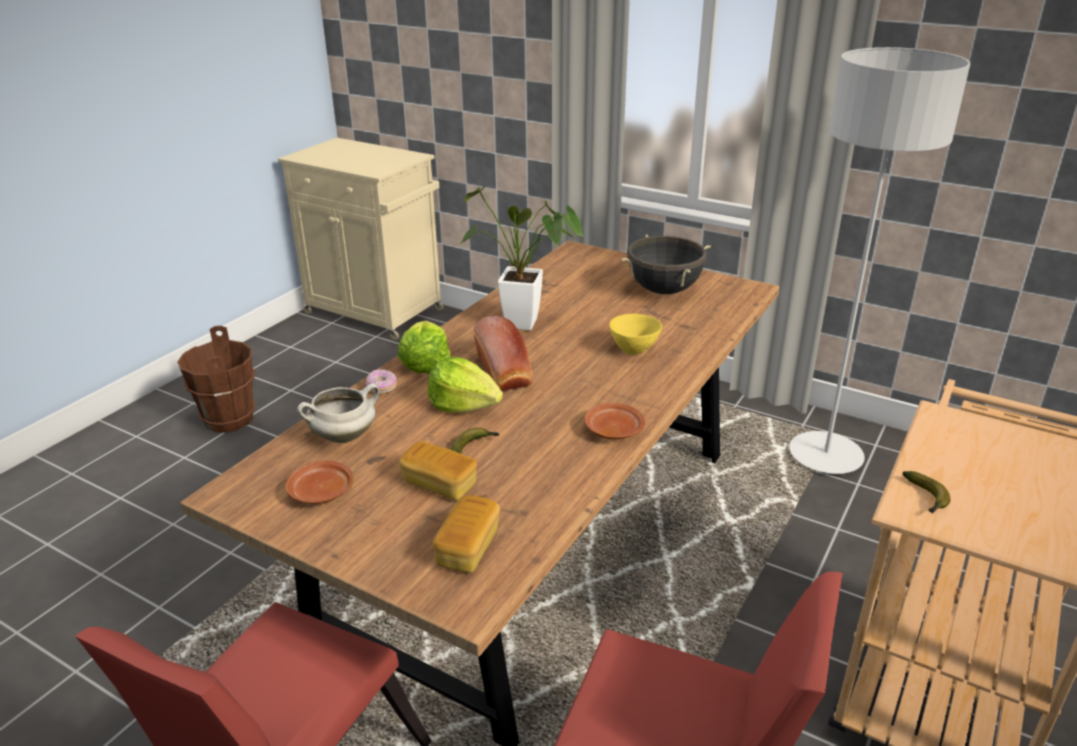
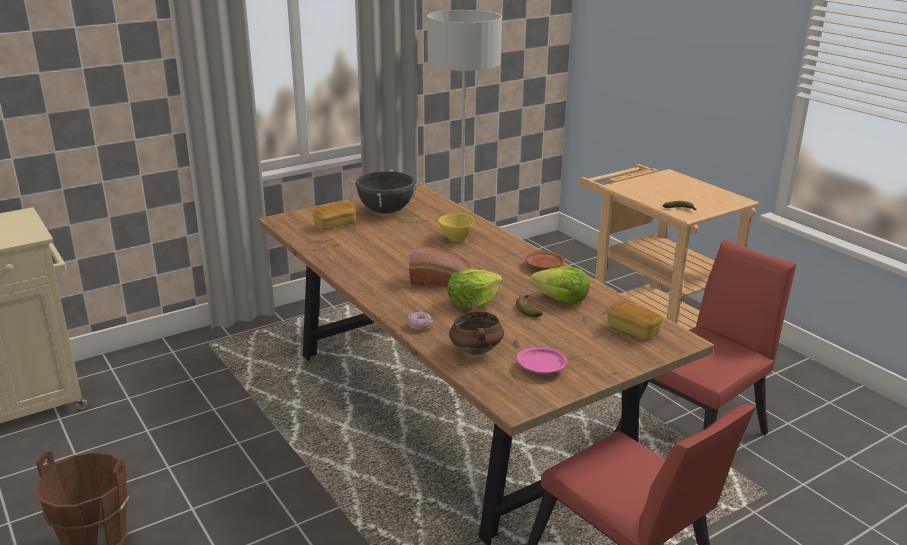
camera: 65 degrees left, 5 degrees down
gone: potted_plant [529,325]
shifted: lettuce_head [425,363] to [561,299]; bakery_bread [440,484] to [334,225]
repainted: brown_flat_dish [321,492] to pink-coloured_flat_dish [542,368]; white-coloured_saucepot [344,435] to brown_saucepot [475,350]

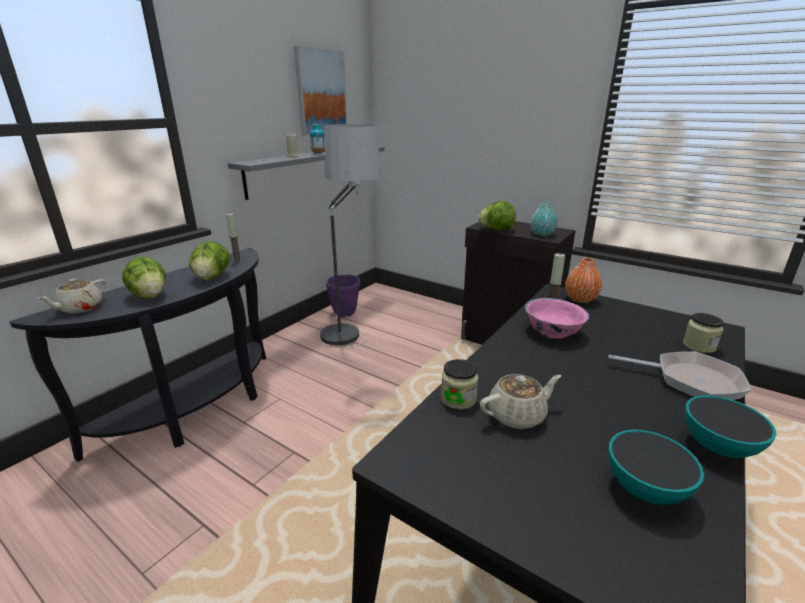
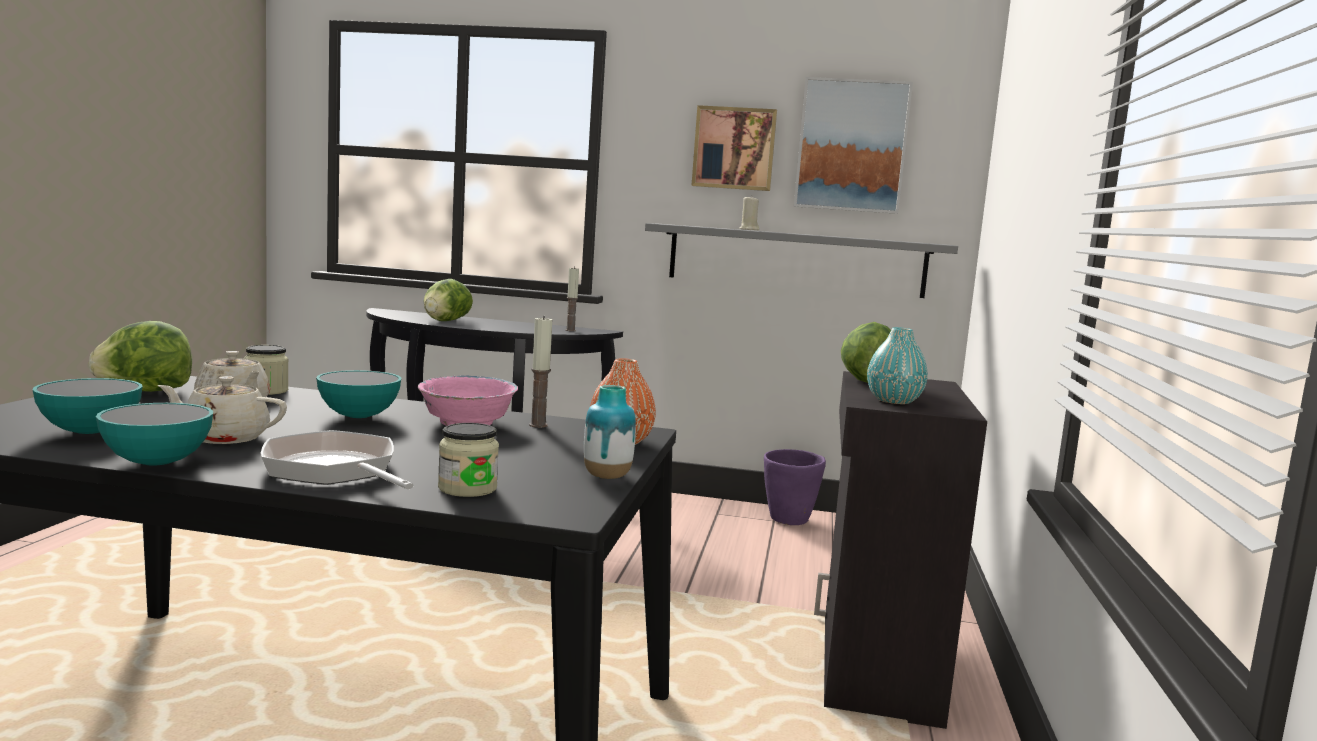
camera: 65 degrees right, 15 degrees down
gone: floor_lamp [351,351]
new: deep_dish [358,417]; wall_art [734,148]
shifted: beige-coloured_tea_pot [80,308] to [224,438]; lettuce_head [212,277] to [145,391]; decorative_vase [318,153] to [607,477]
rotated: pan [690,380] = [334,470] 135 degrees clockwise

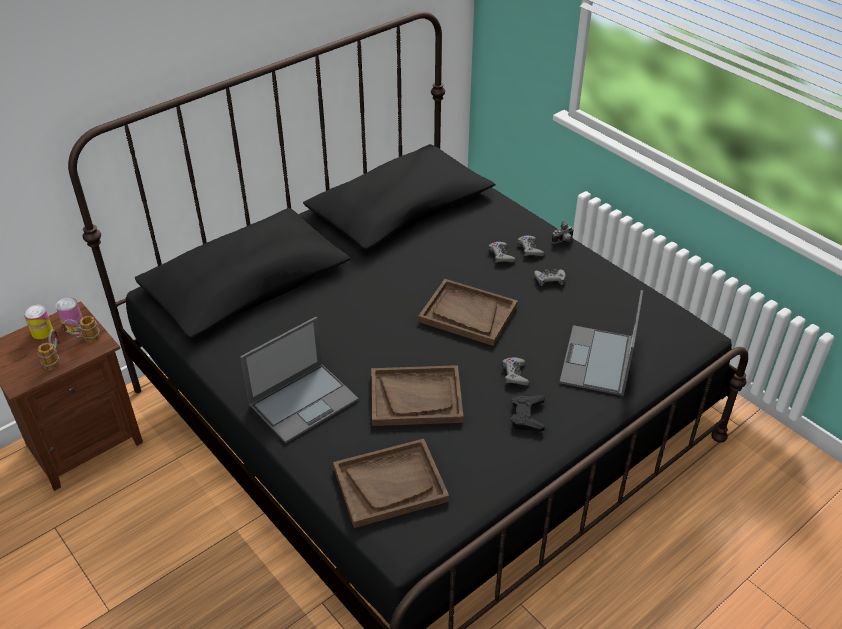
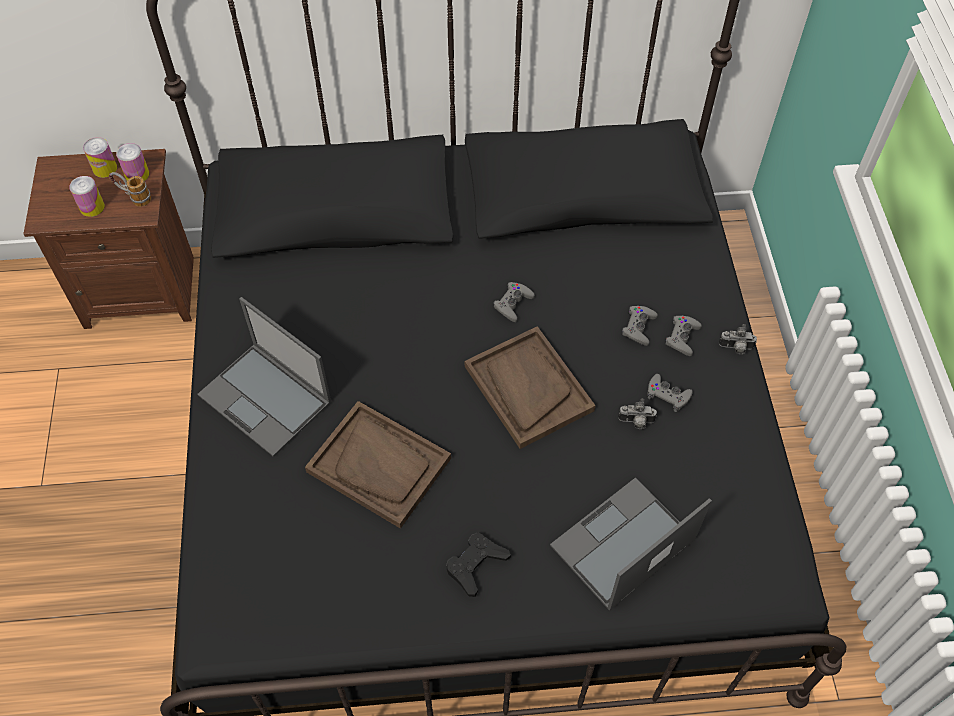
camera: 35 degrees right, 15 degrees up
gone: brown_carrying_tray [390,484]
new: still_camera [636,422]
shifted: greyish_joypad [514,374] to [513,304]
swapped: tea_mug [54,358] to can [92,207]
rotated: laptop [304,401] = [266,399] 45 degrees clockwise

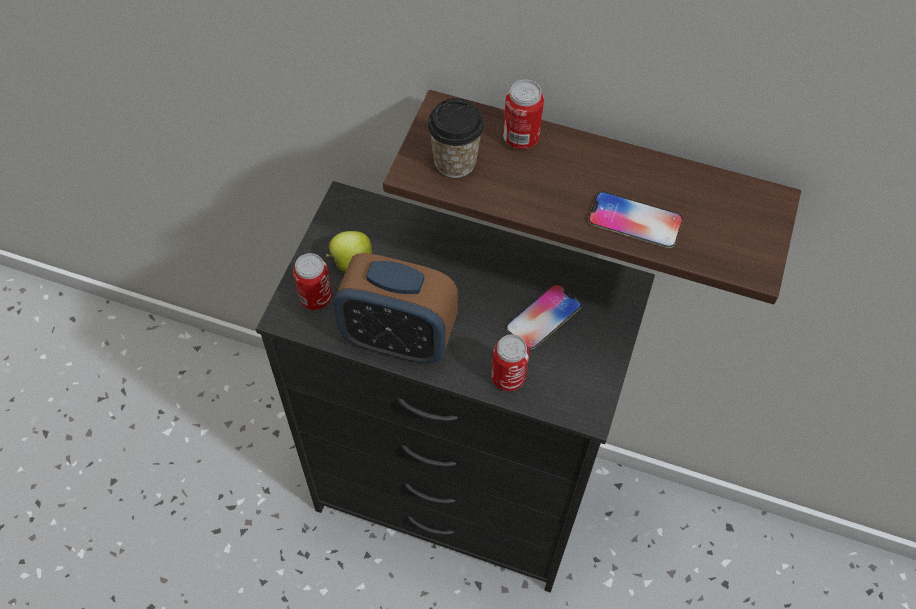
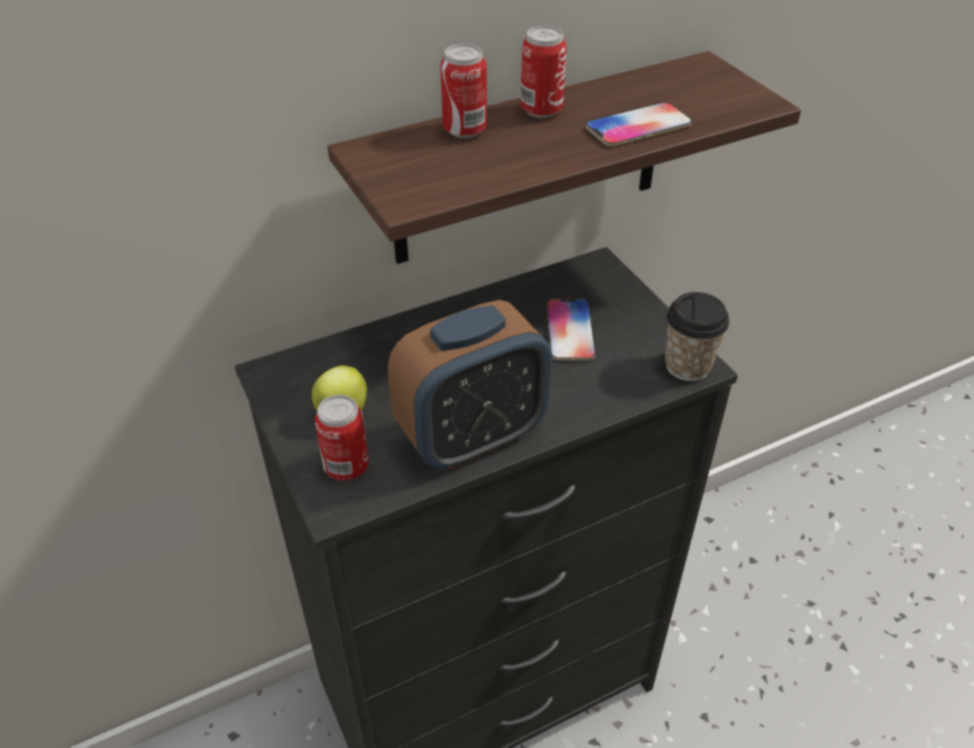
camera: 45 degrees left, 15 degrees down
shifted: cup [455,162] to [687,366]; can [508,377] to [541,110]

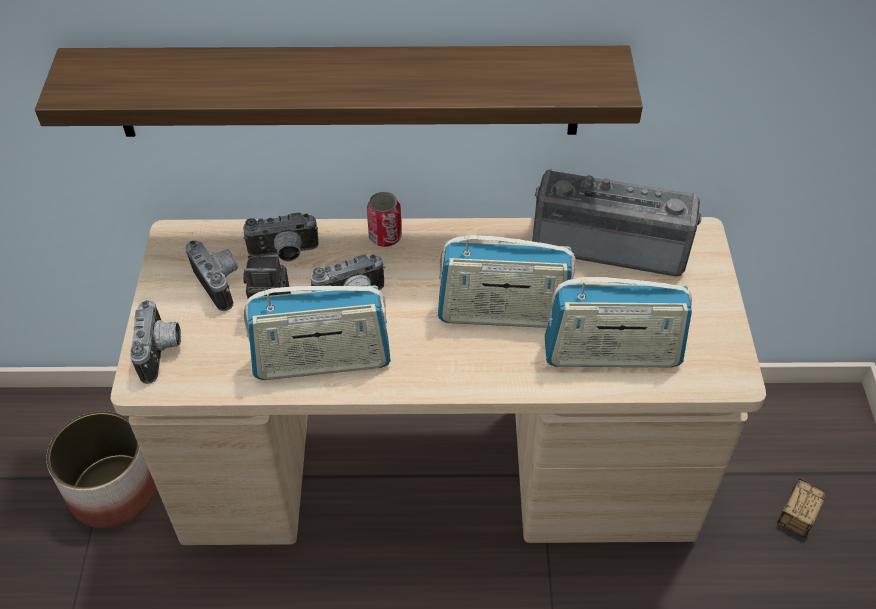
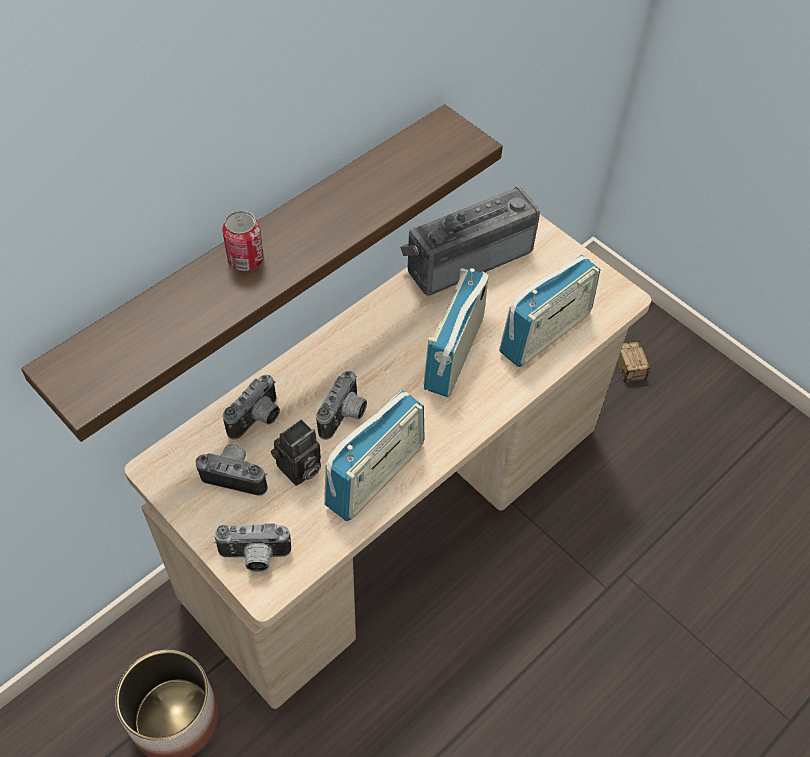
camera: 45 degrees left, 5 degrees up
shifted: can [385,237] to [245,259]
rotated: still_camera [162,352] = [254,558] 135 degrees clockwise; radio_receiver [503,314] = [454,354] 150 degrees clockwise

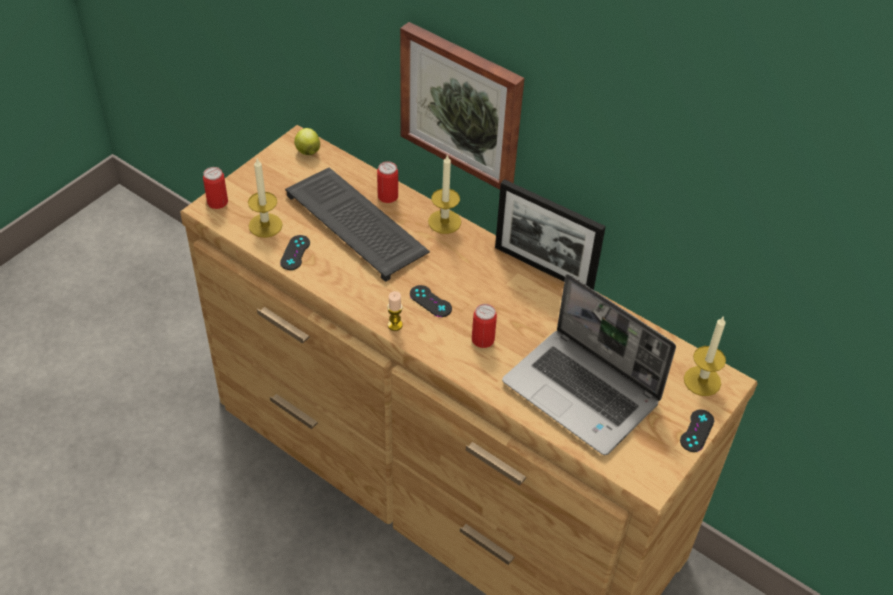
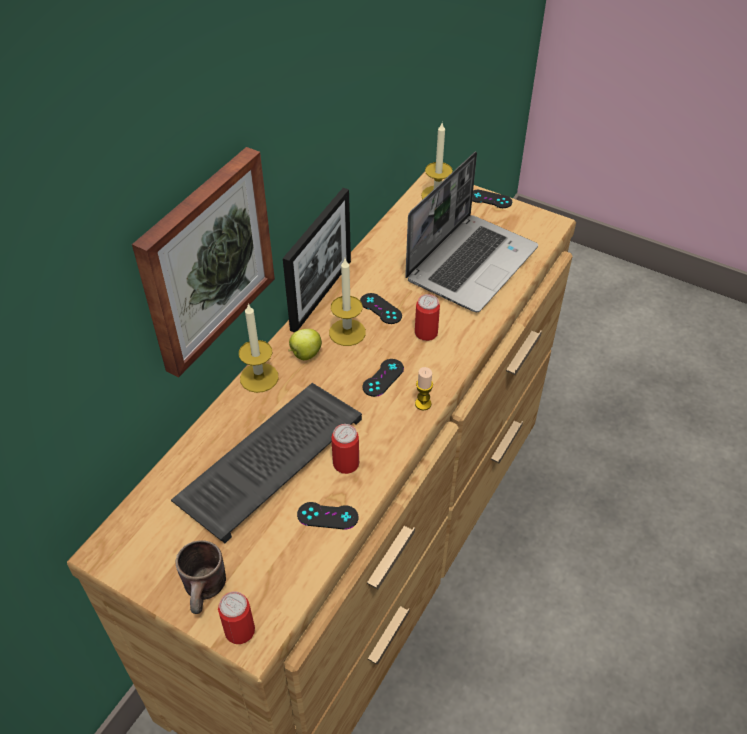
camera: 95 degrees left, 0 degrees up
new: brown_tea_mug [208,590]; black-coloured_joypad [380,309]
shifted: wax_light [265,225] to [347,332]; apple [307,151] to [305,354]; can [388,196] to [346,463]

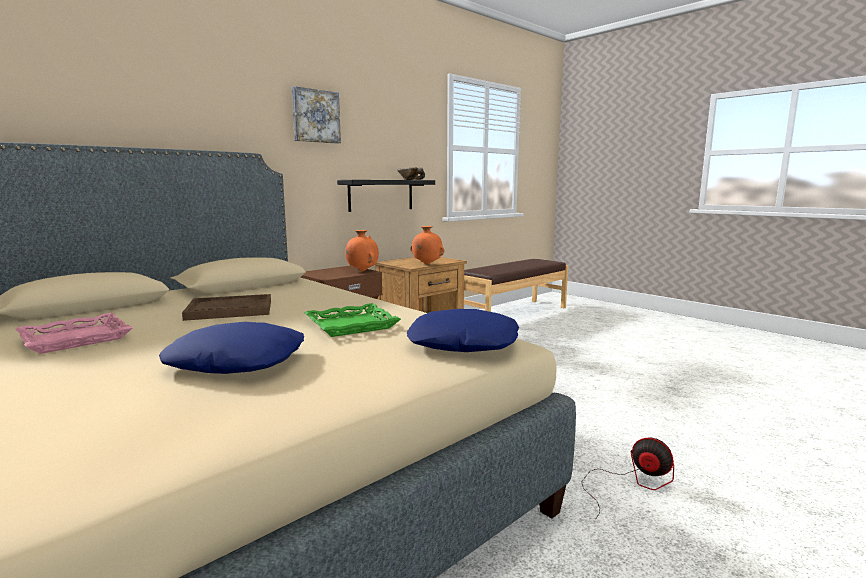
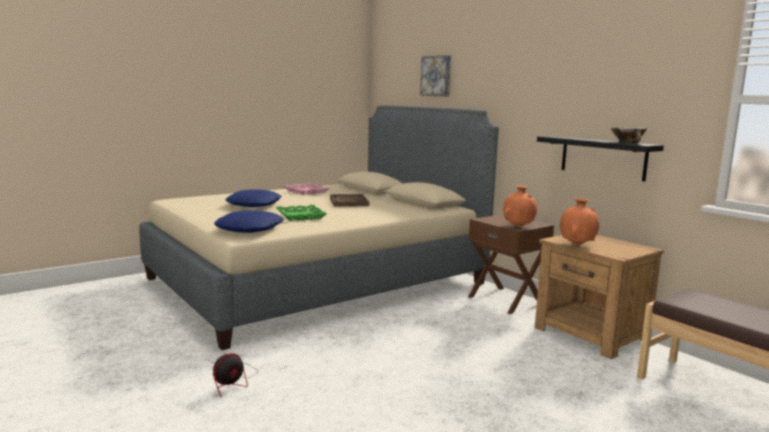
camera: 95 degrees right, 0 degrees up
shifted: wall_art [315,116] to [436,76]

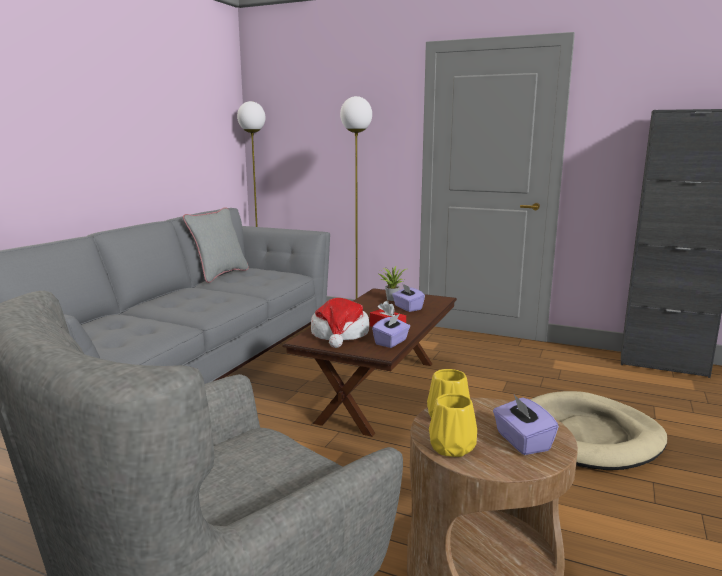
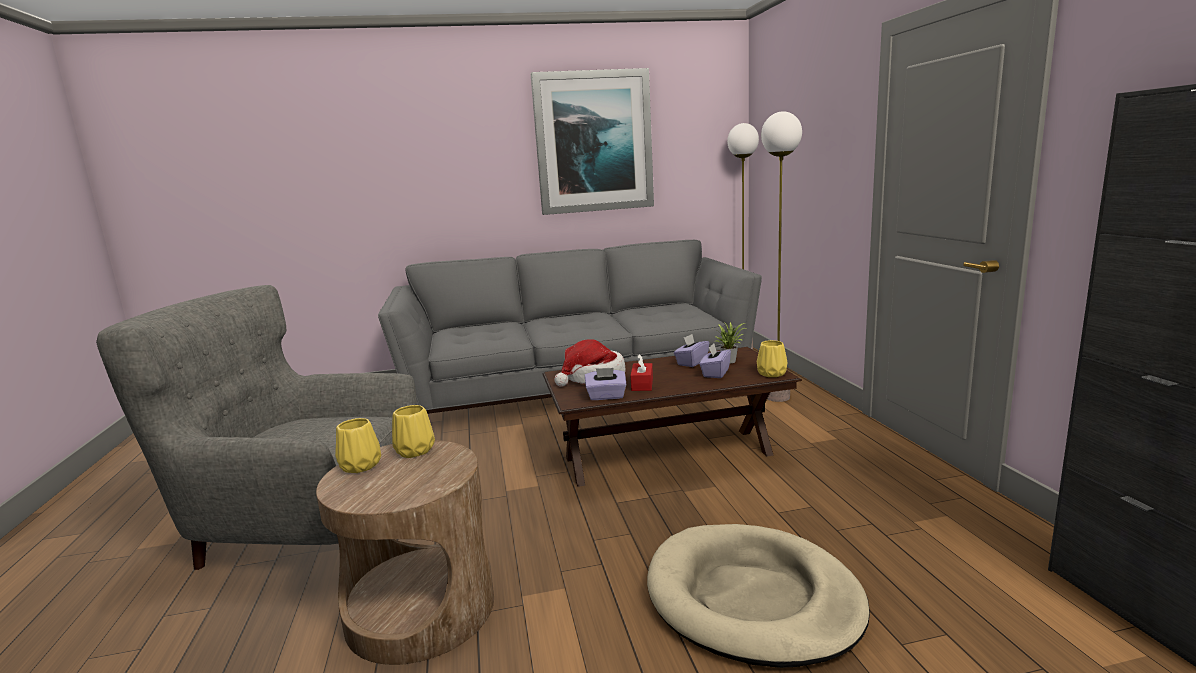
camera: 55 degrees right, 0 degrees up
gone: greyish_pillow [219,275]
new: wall_art [593,142]; yellow_decorative_vase [771,373]
shifted: purple-coloured_tissue_box [522,441] to [691,362]

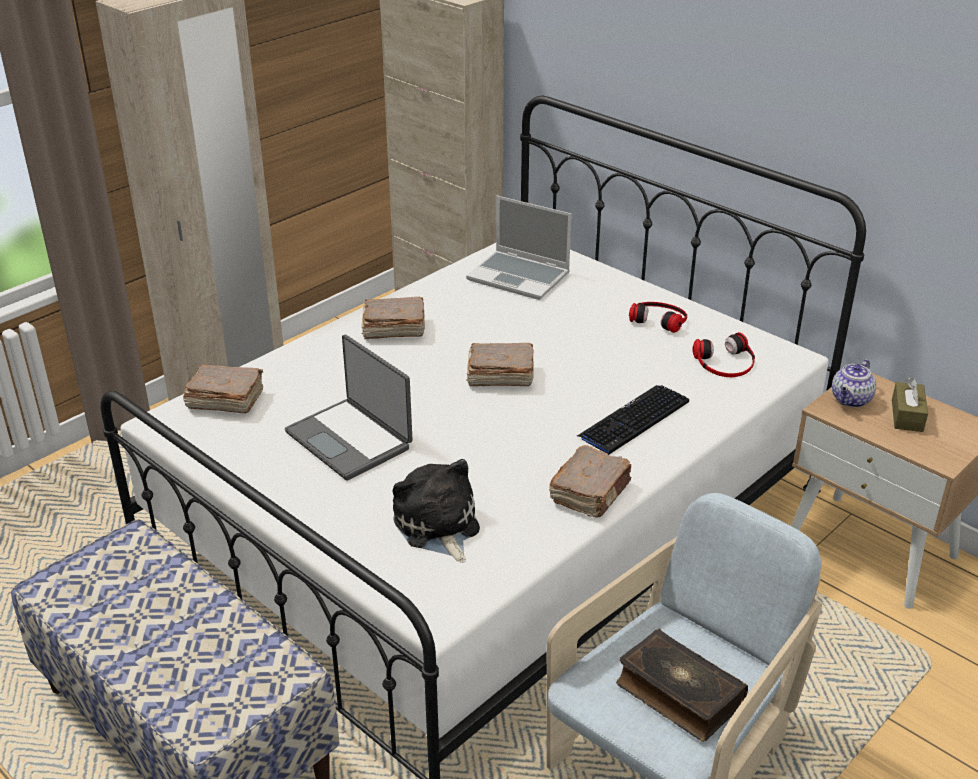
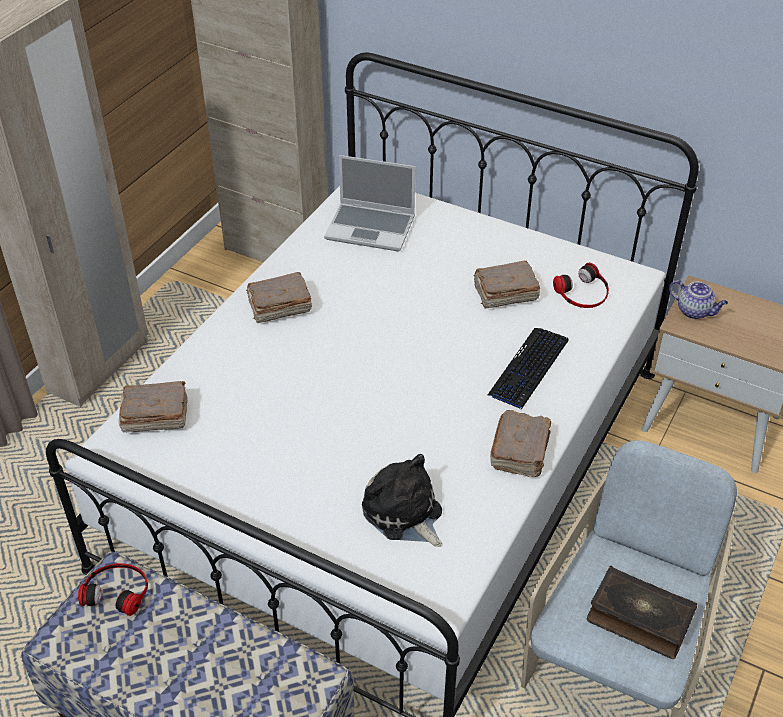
camera: 15 degrees left, 10 degrees up
gone: laptop [350,439]; brown_tissue_box [907,415]
shifted: brown_volume [499,376] to [504,294]; pair_of_headphones [659,319] to [117,590]
rotated: tea_pot [851,400] = [695,311] 75 degrees counterclockwise

